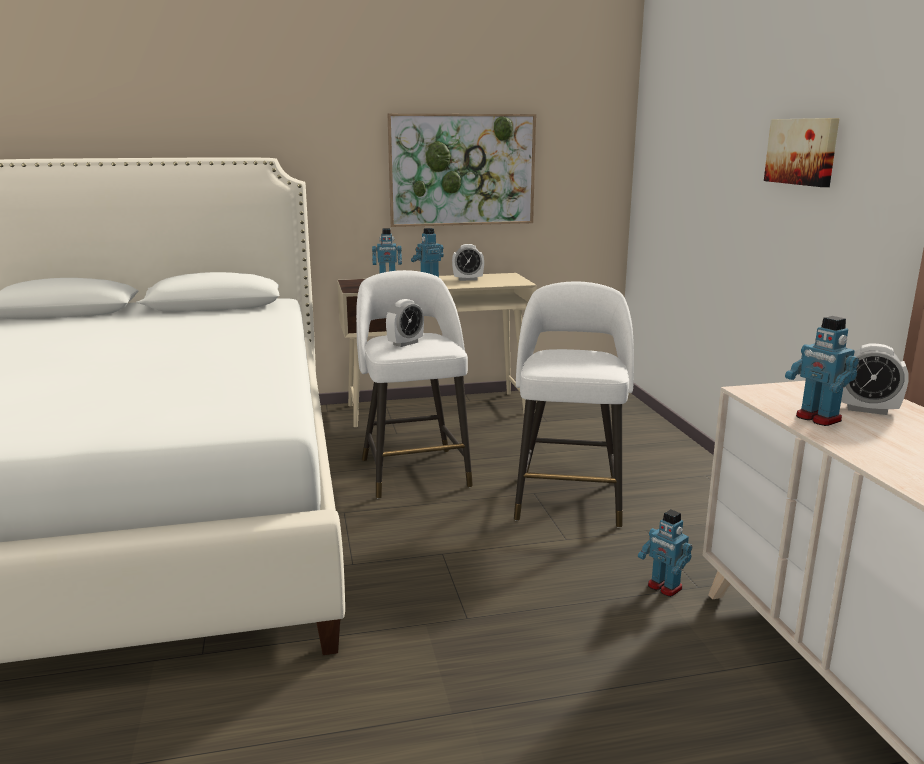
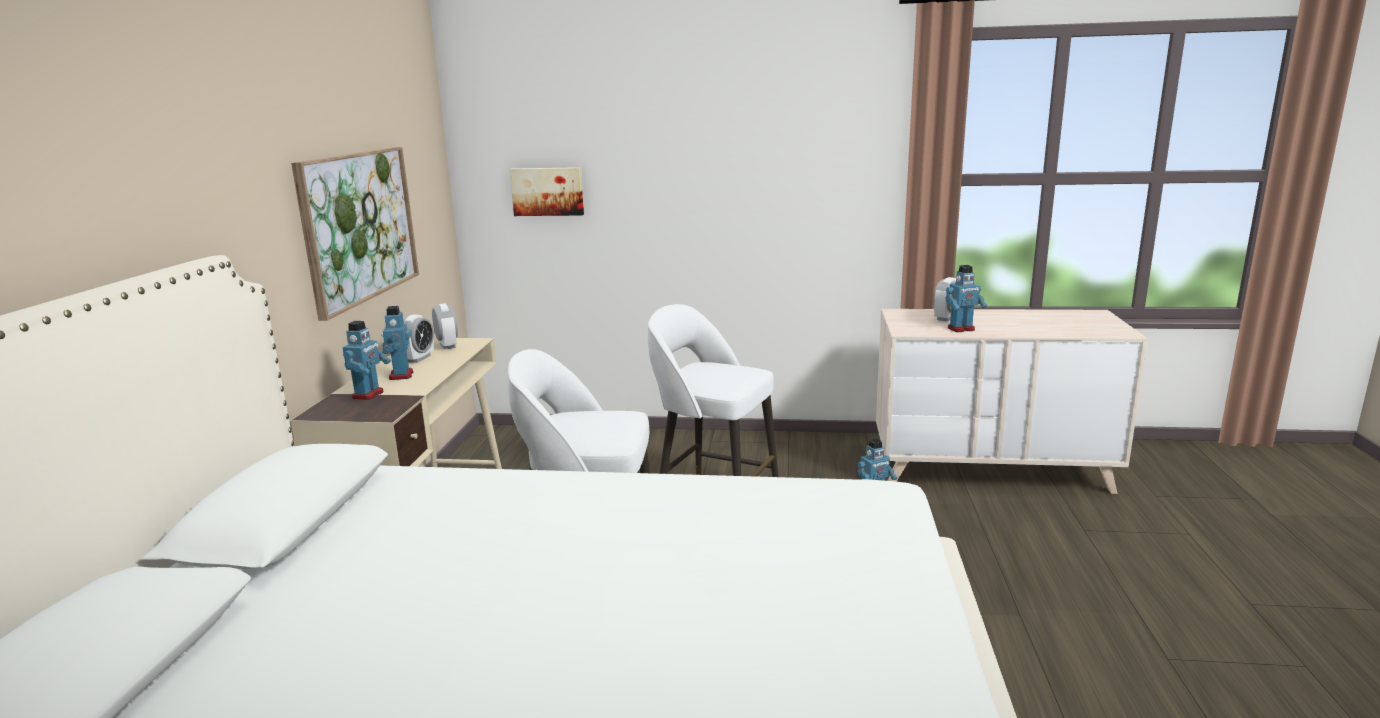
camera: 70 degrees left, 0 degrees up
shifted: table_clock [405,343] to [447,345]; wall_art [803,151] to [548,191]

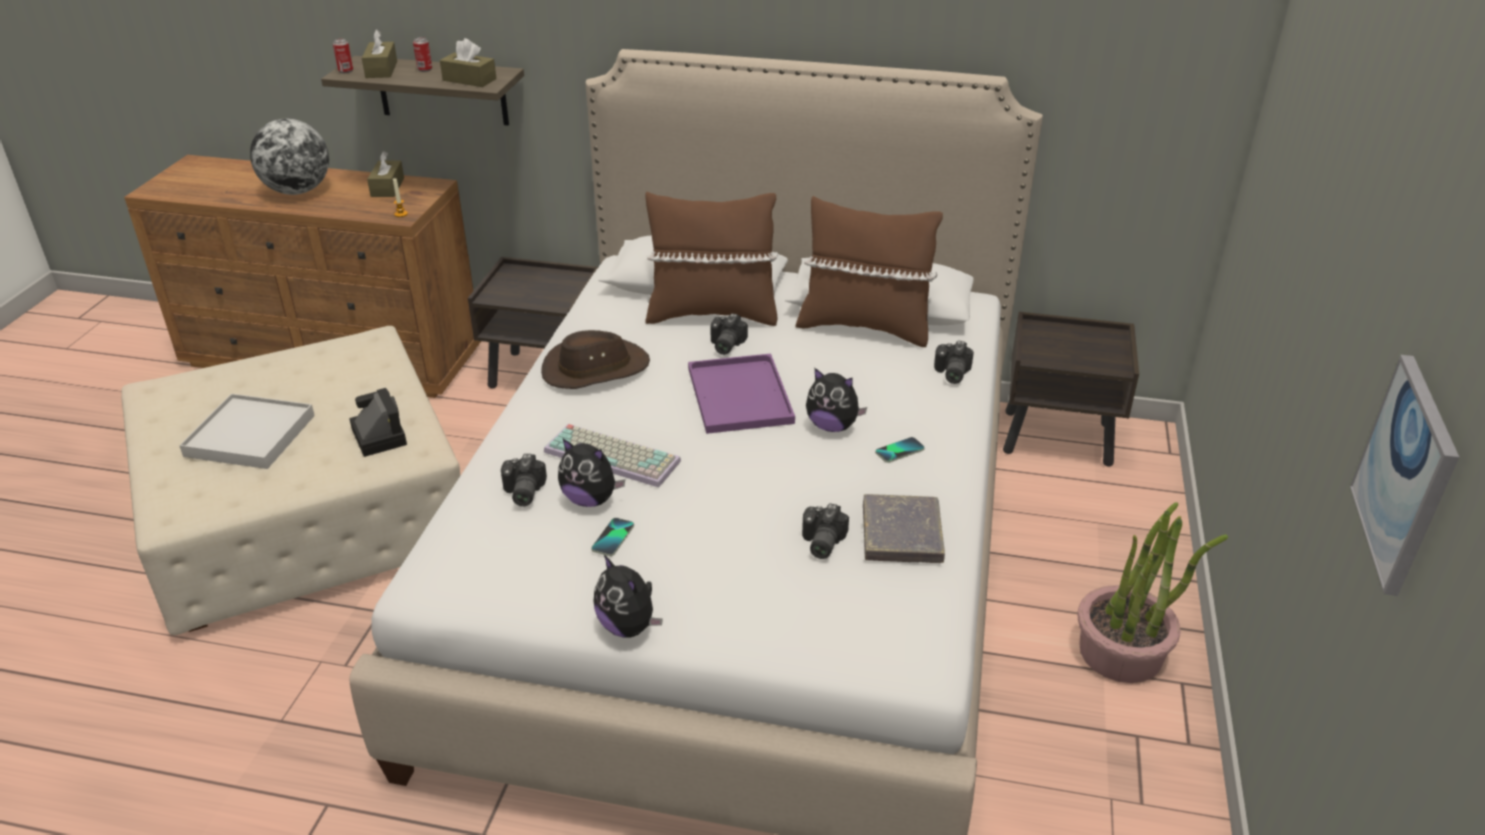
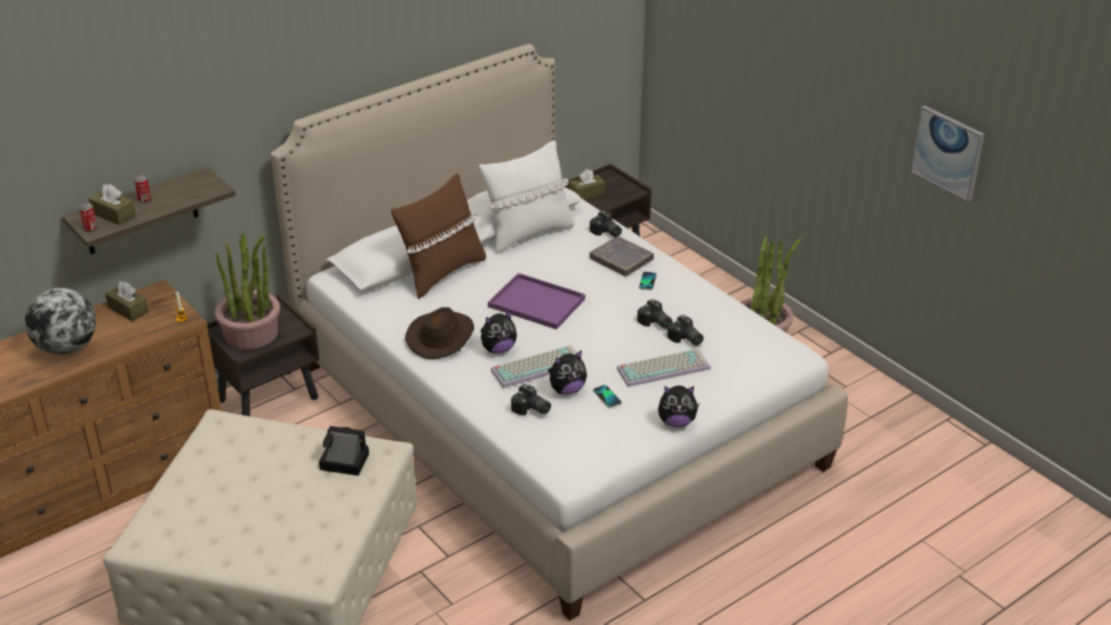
camera: 50 degrees left, 0 degrees up
gone: white-coloured_carrying_tray [250,436]
new: potted_plant [251,333]; computer_keyboard [664,367]
shifted: brown_tissue_box [469,79] to [587,193]; still_camera [724,345] to [655,323]; plush_toy [832,426] to [498,349]; greyish_volume [901,534] to [621,259]
repainted: brown_pillow [864,327] to white-coloured_pillow [528,234]

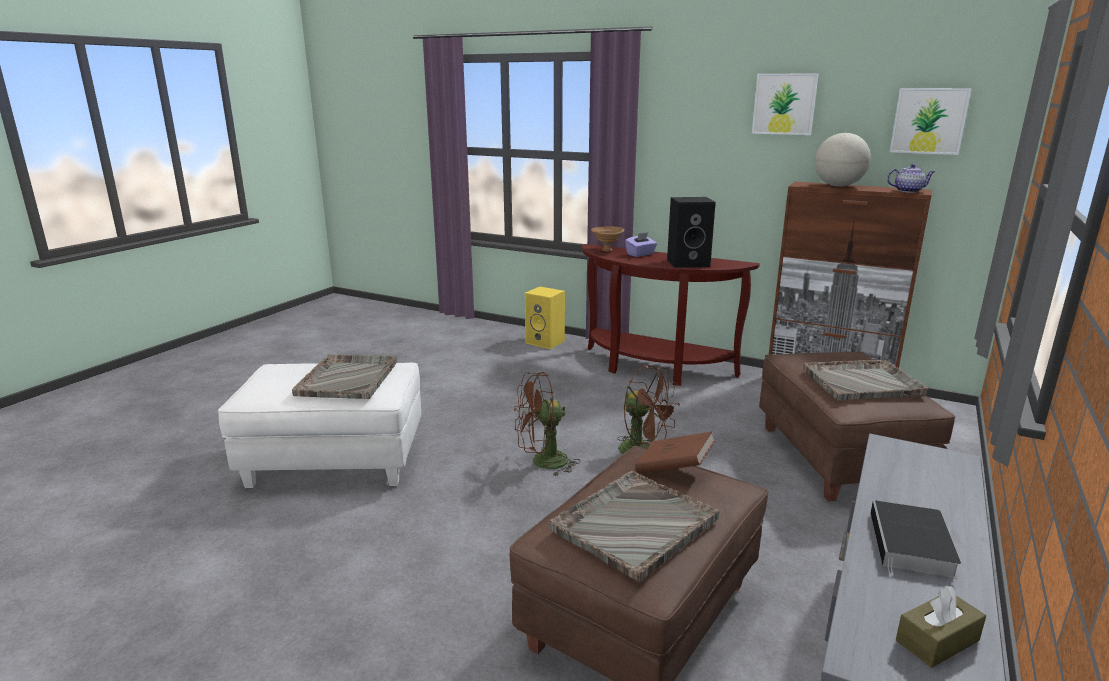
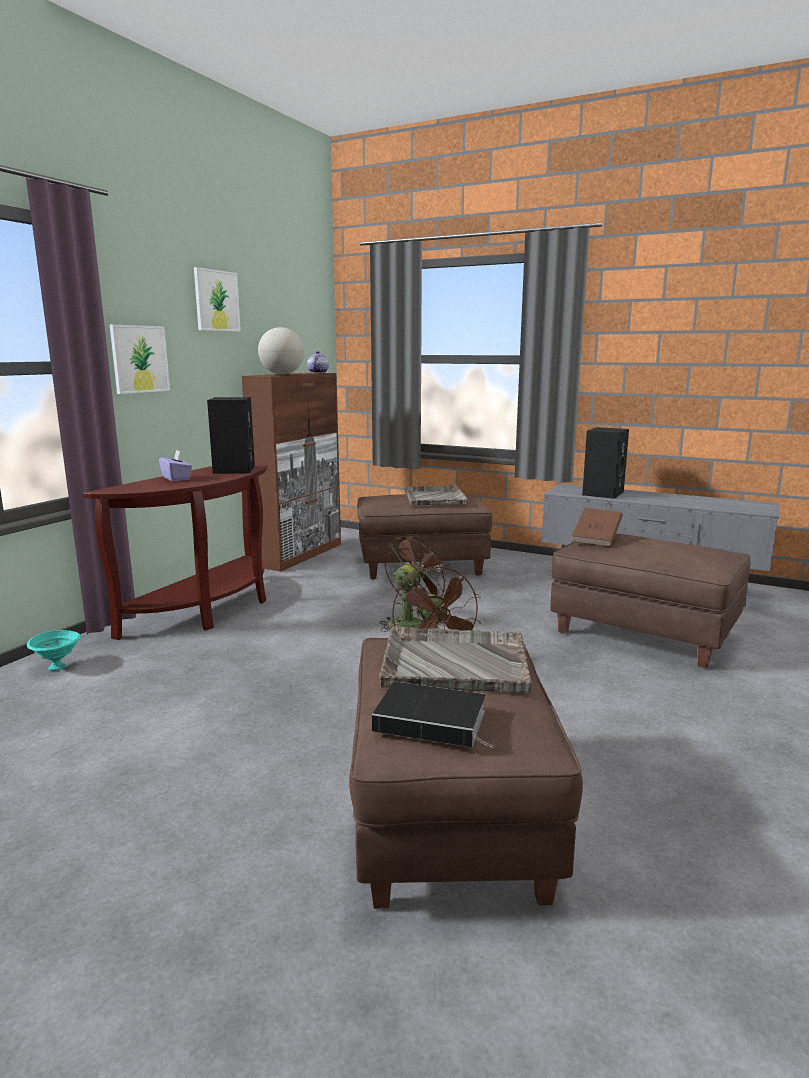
camera: 90 degrees left, 5 degrees down
gone: greyish_carrying_tray [633,525]; brown_deep_dish [607,250]; brown_tissue_box [937,640]
new: black-coloured_speaker [602,493]
shifted: volume [912,546] to [434,721]; wall_art [929,121] to [139,359]
swapped: yellow_speaker [546,342] to blue-green_deep_dish [58,667]
repainted: white-coloured_footrest [335,462] to brown_footrest [450,817]

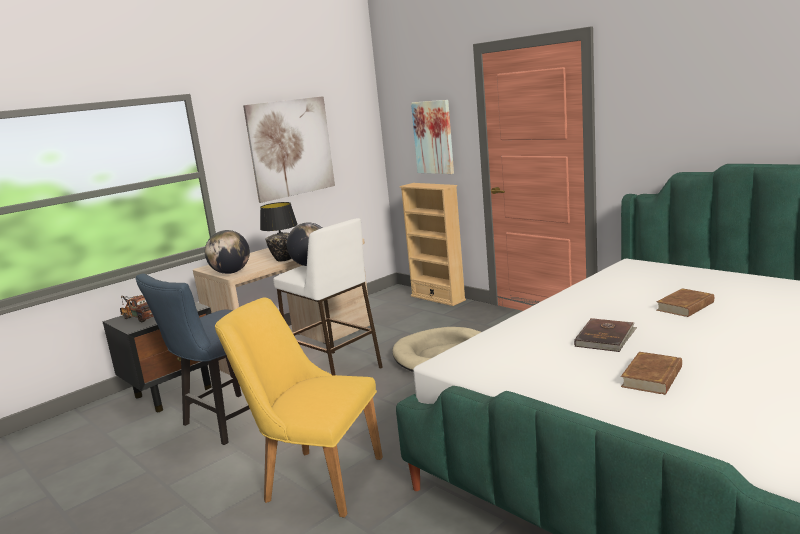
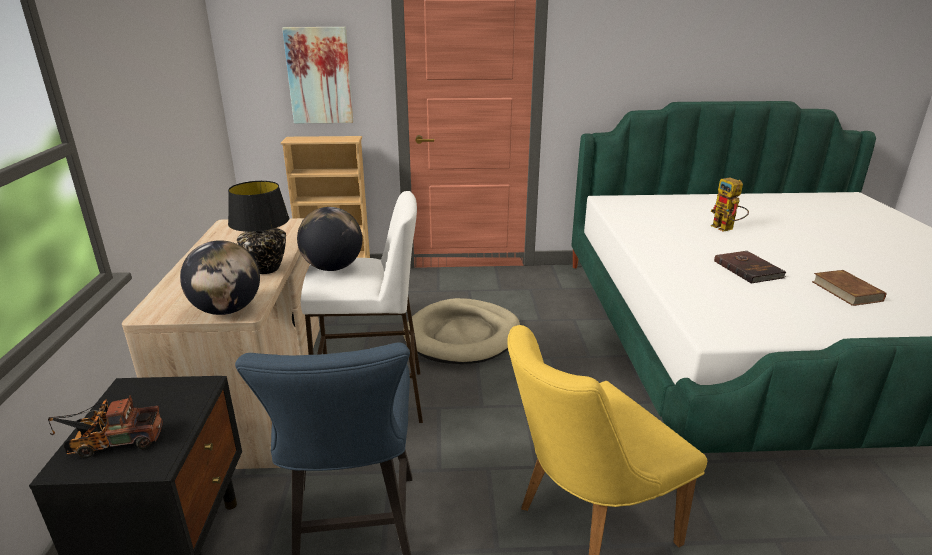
camera: 50 degrees left, 10 degrees up
gone: wall_art [291,148]
swapped: brown_volume [685,306] to model_robot [726,229]

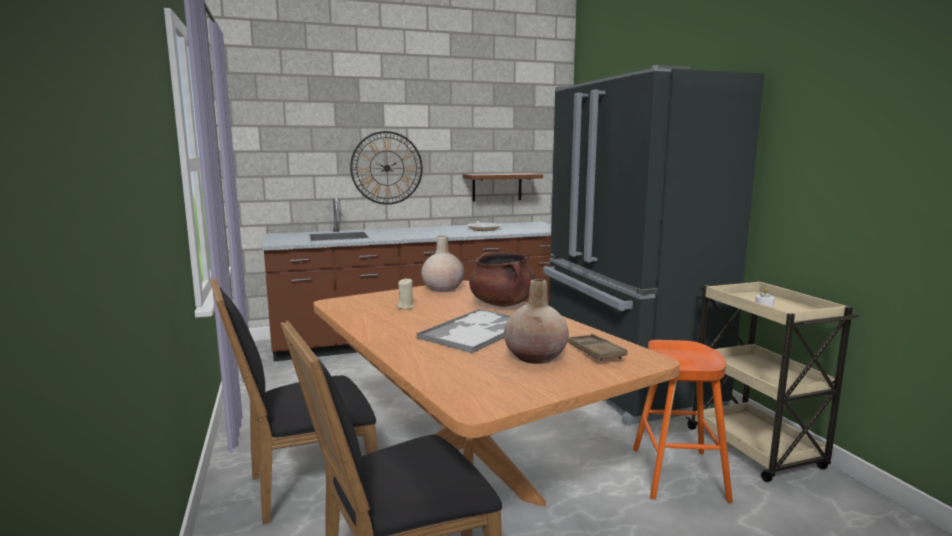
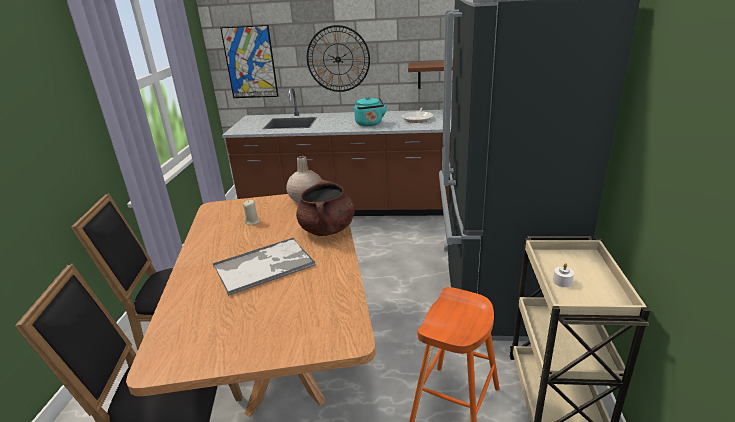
camera: 25 degrees right, 15 degrees up
gone: beige-coloured_decorative_vase [536,357]; brown_carrying_tray [595,352]
new: wall_art [250,62]; blue-green_kettle [369,124]

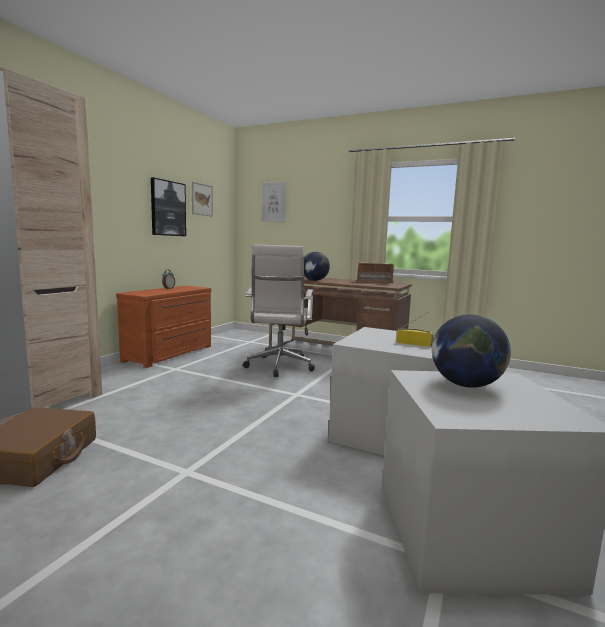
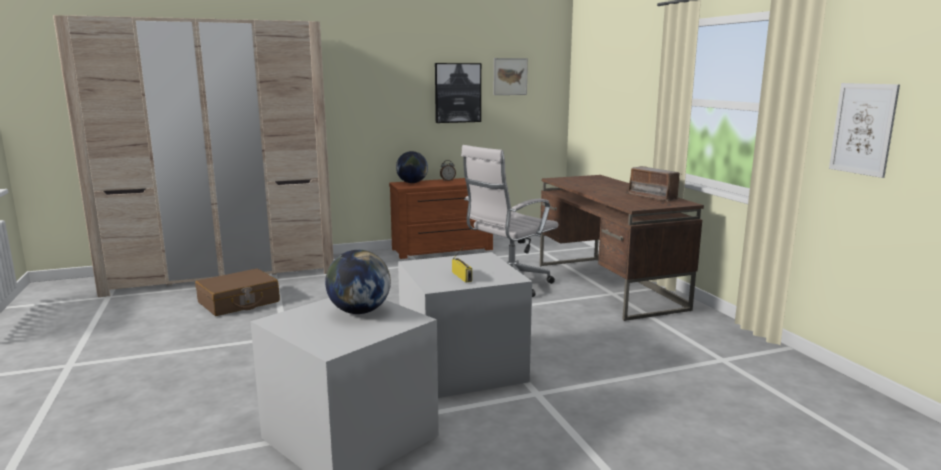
camera: 45 degrees right, 5 degrees up
shifted: wall_art [273,202] to [863,129]; globe [314,280] to [412,183]

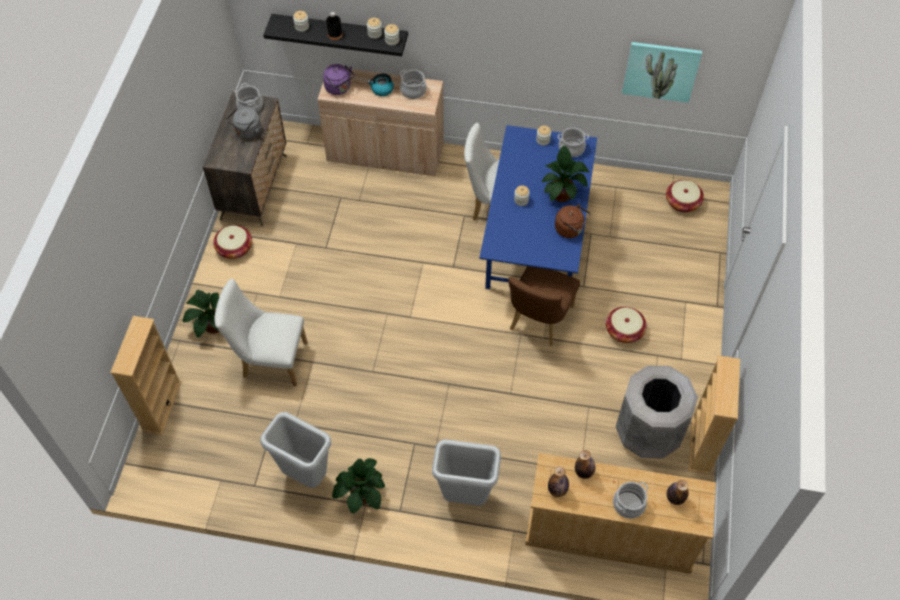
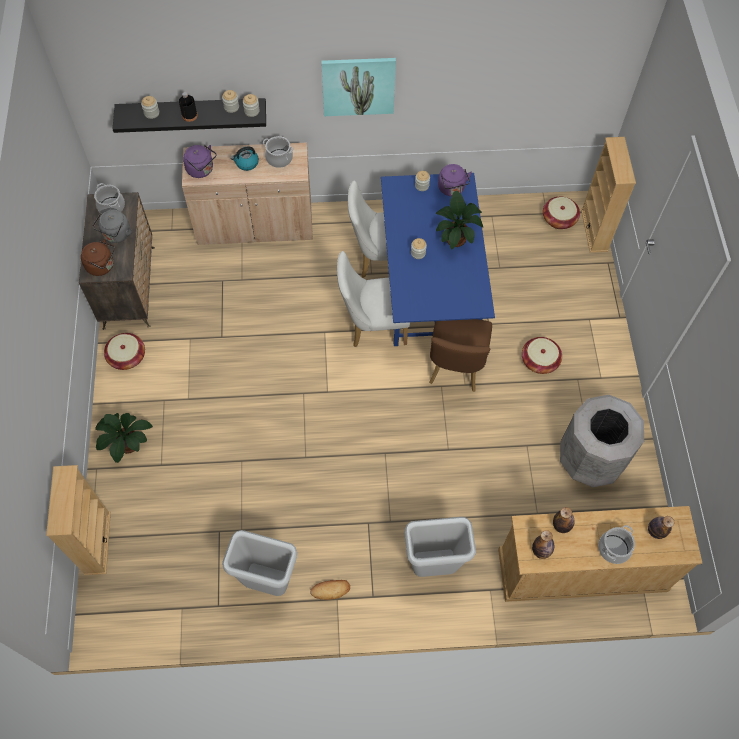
camera: 15 degrees left, 5 degrees up
shifted: white-coloured_plain_chair [269,360] to [372,326]; brown_kettle [570,229] to [102,266]; wall_art [661,71] to [358,86]; beige-coloured_bookshelf [701,444] to [594,230]
swapped: potted_plant [361,496] to bakery_bread [330,590]; saucepot [571,149] to purple-coloured_kettle [452,189]

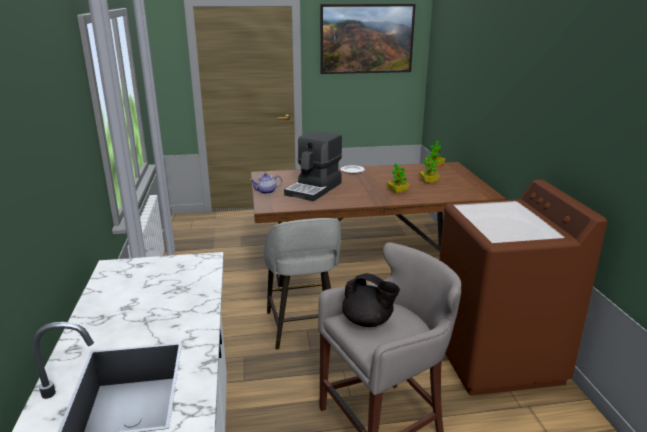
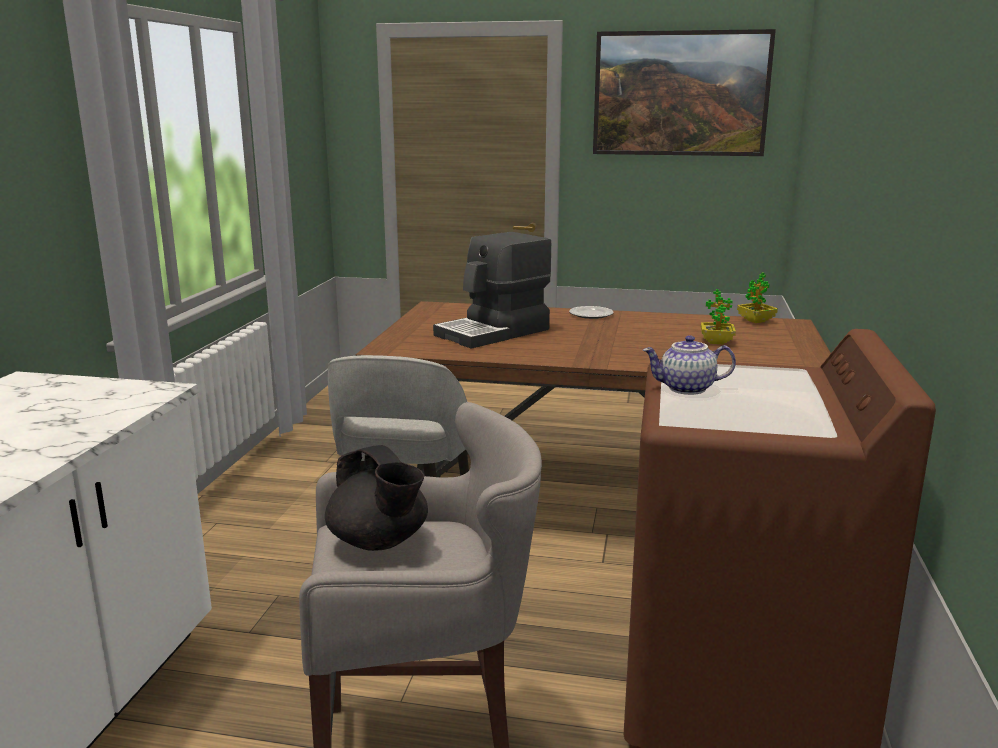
camera: 20 degrees right, 5 degrees down
gone: potted_plant [397,191]
shifted: tea_pot [266,192] to [686,389]

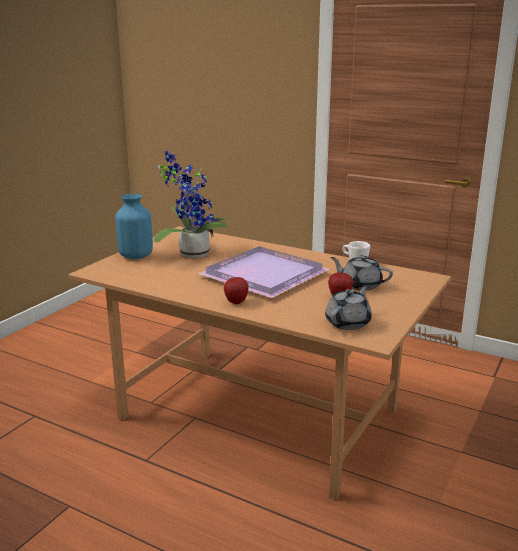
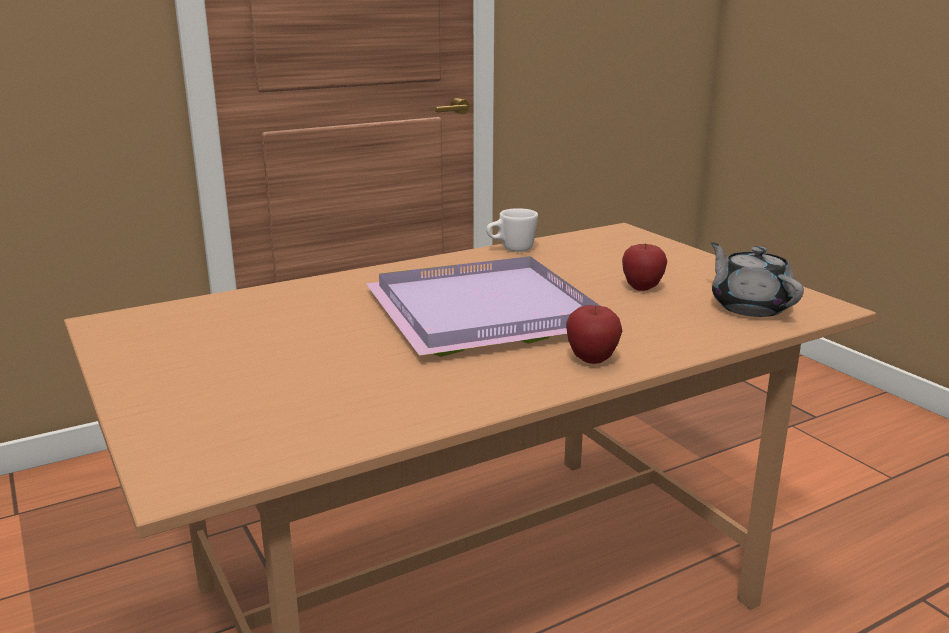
camera: 60 degrees left, 0 degrees up
gone: blue-coloured_decorative_vase [135,256]; potted_plant [191,253]; greyish_tea_pot [360,285]

